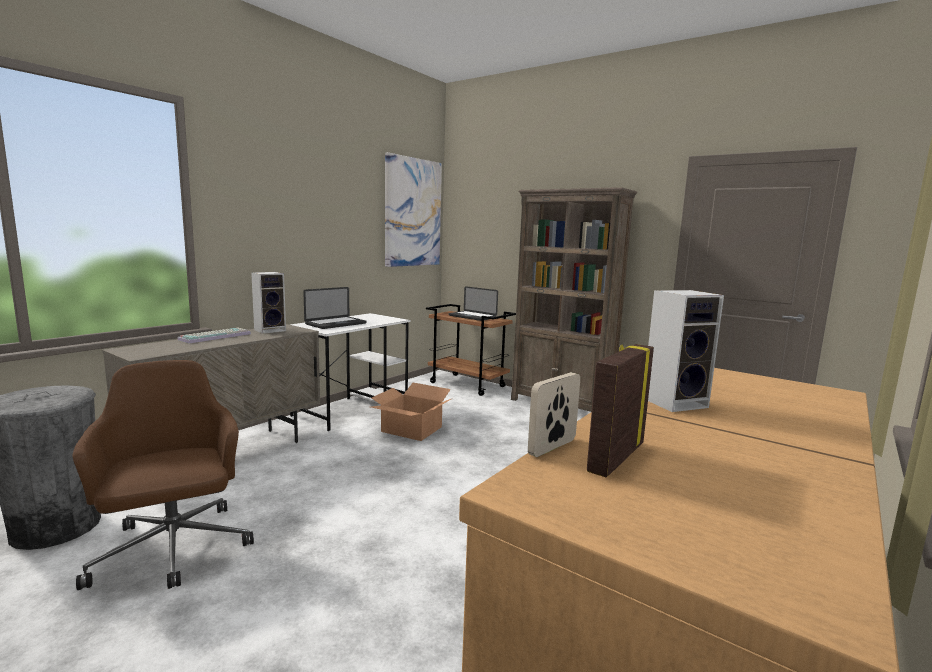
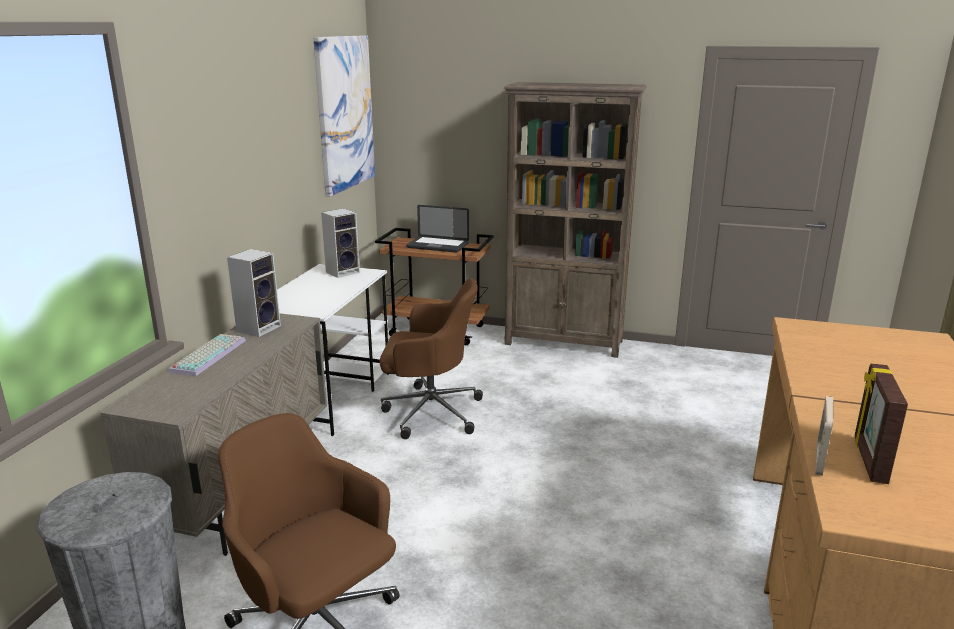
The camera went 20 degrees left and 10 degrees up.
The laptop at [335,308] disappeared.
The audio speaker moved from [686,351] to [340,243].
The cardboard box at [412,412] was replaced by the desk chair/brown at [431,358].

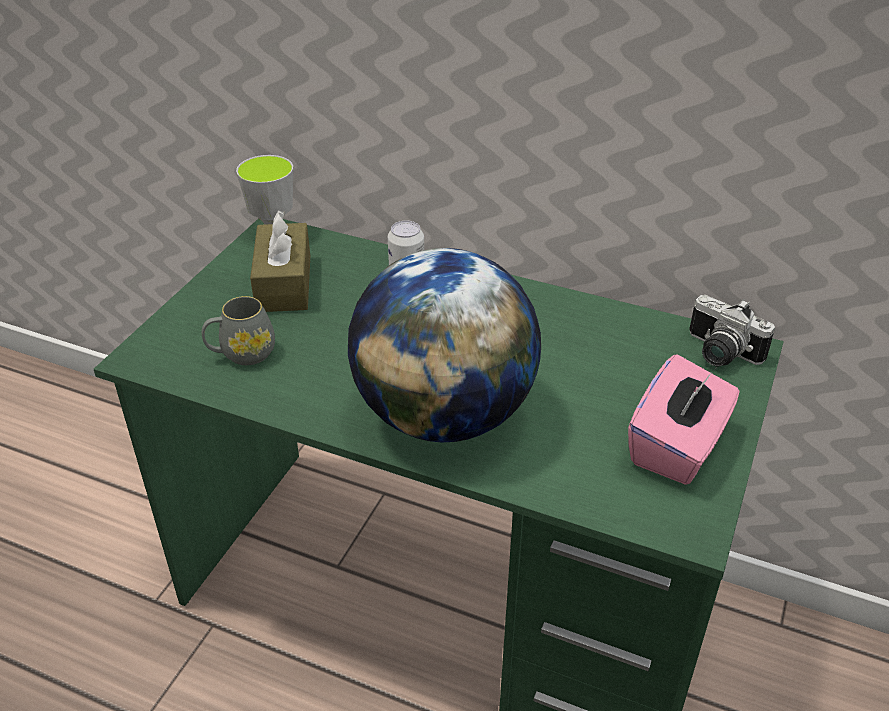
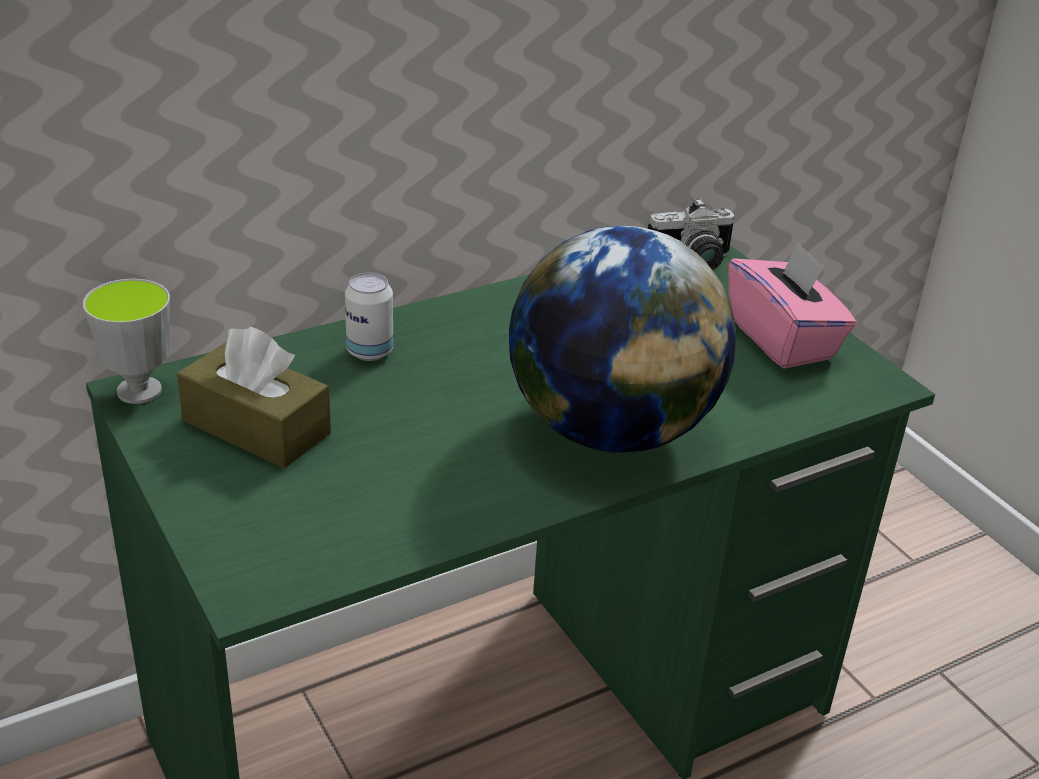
The camera went 55 degrees left and 5 degrees down.
The coffee mug/greyish at [238,330] disappeared.

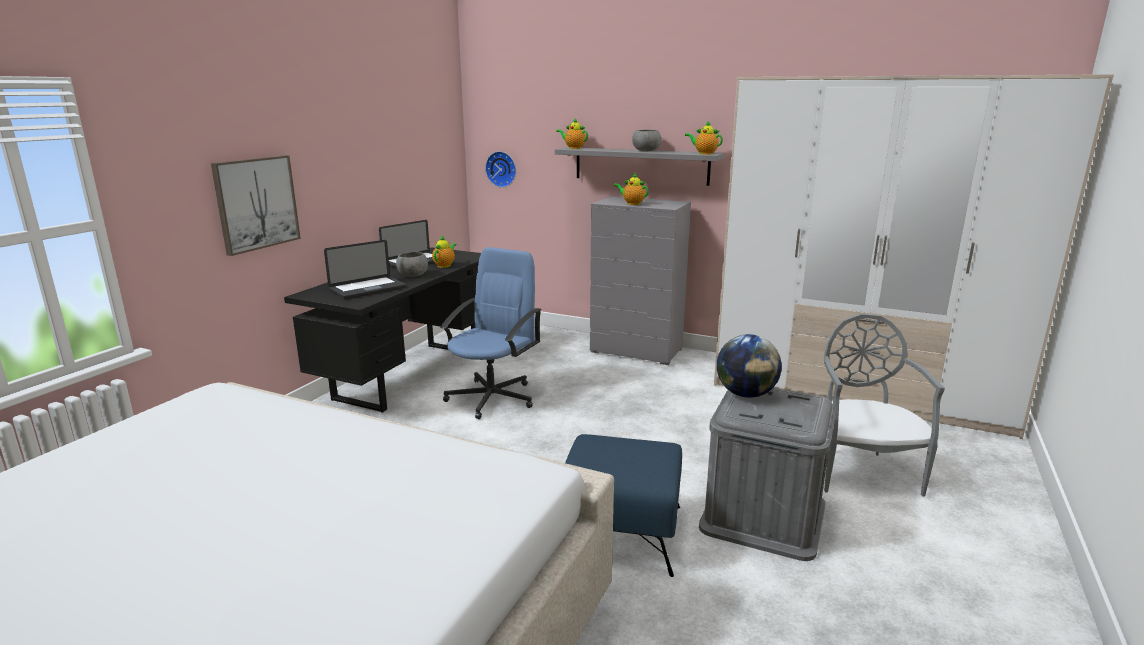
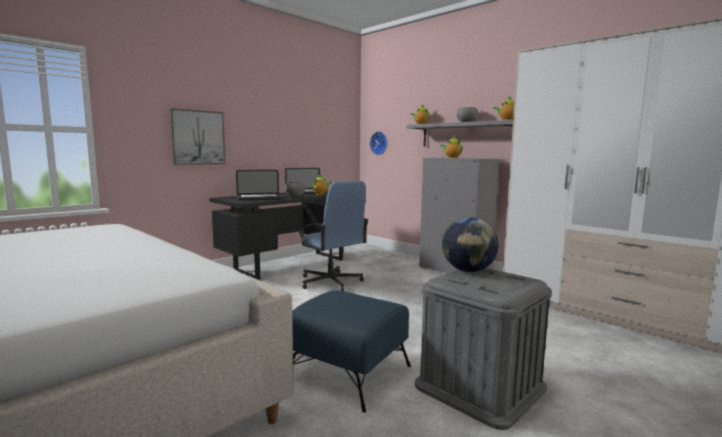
The camera went 20 degrees right and 10 degrees down.
The upright chair/greyish at [884,405] disappeared.
The desk chair/blue at [491,333] turned 90 degrees clockwise.

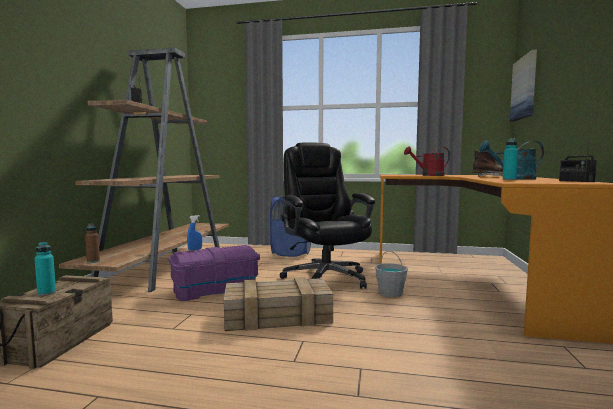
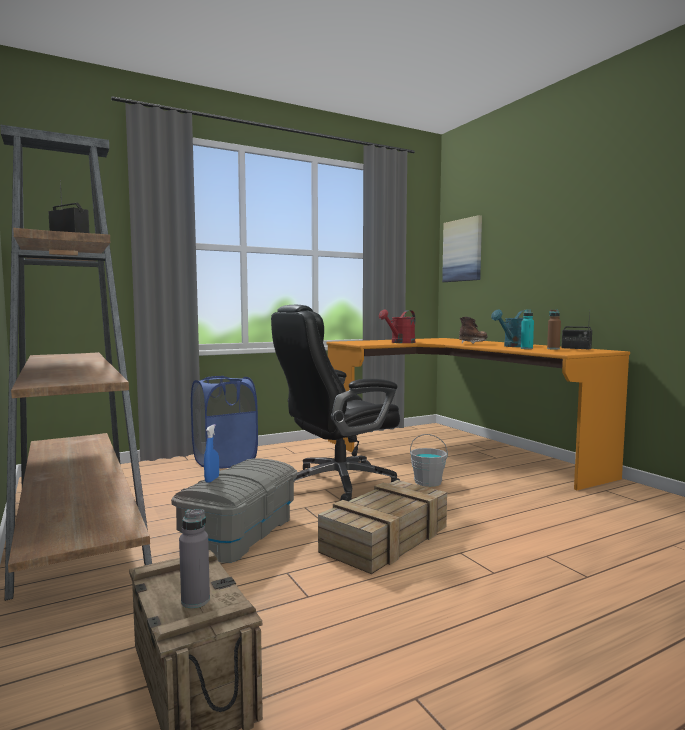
The camera went 40 degrees left and 0 degrees up.
The beverage bottle/brown moved from [92,243] to [554,329].
The beverage bottle/turquoise-coloured at [45,269] became the beverage bottle/greyish at [194,558].
The storage bin/purplish at [214,273] became the storage bin/greyish at [234,510].
The desk chair/black at [327,215] turned 60 degrees counterclockwise.

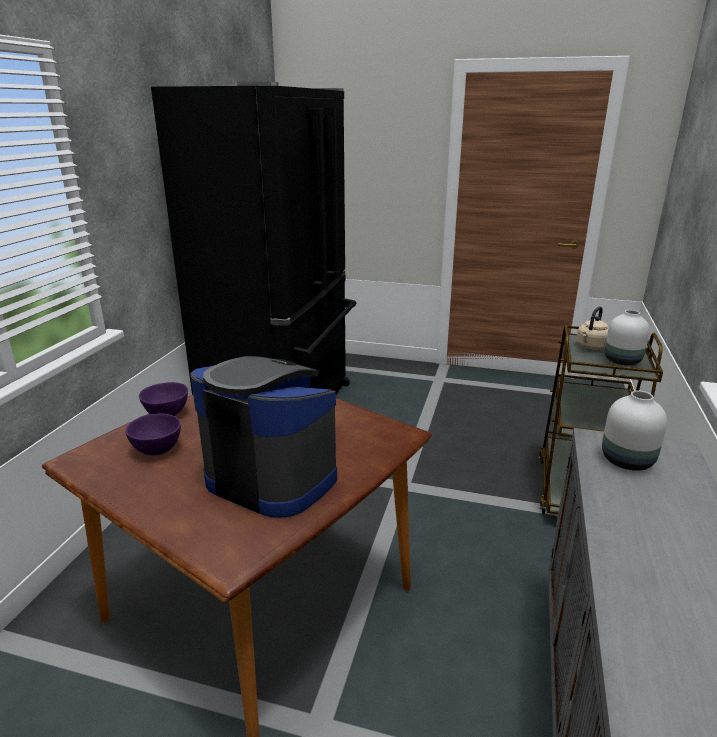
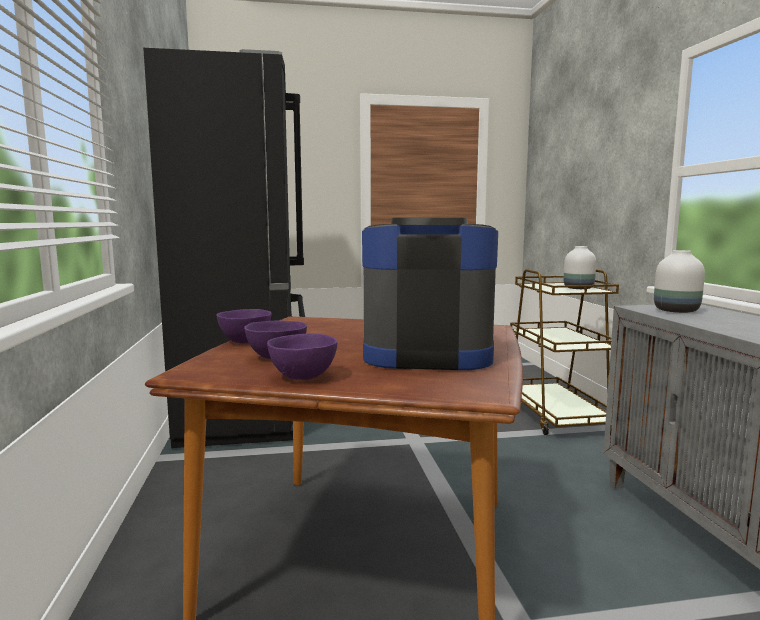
The camera went 25 degrees left and 15 degrees down.
The tea kettle/sand-coloured at [592,328] disappeared.
The bowl/purplish at [302,357] appeared.

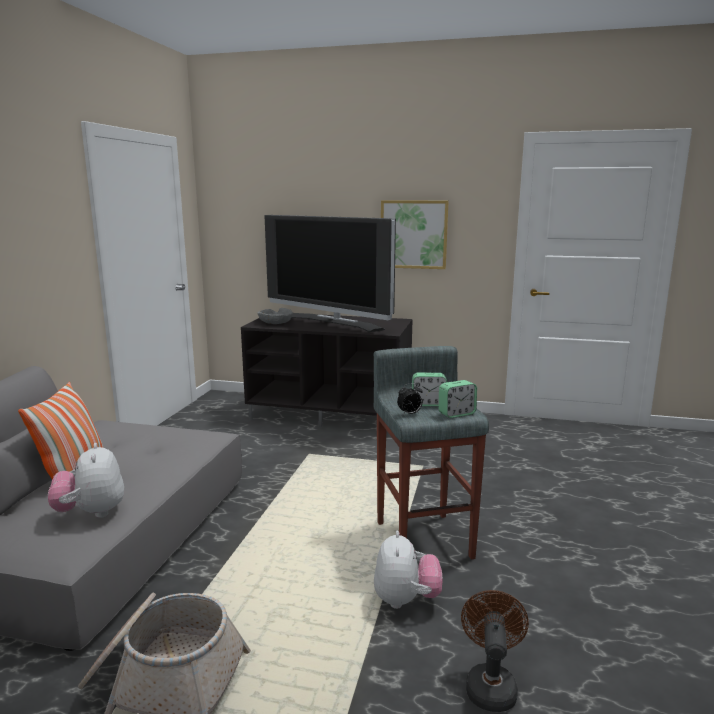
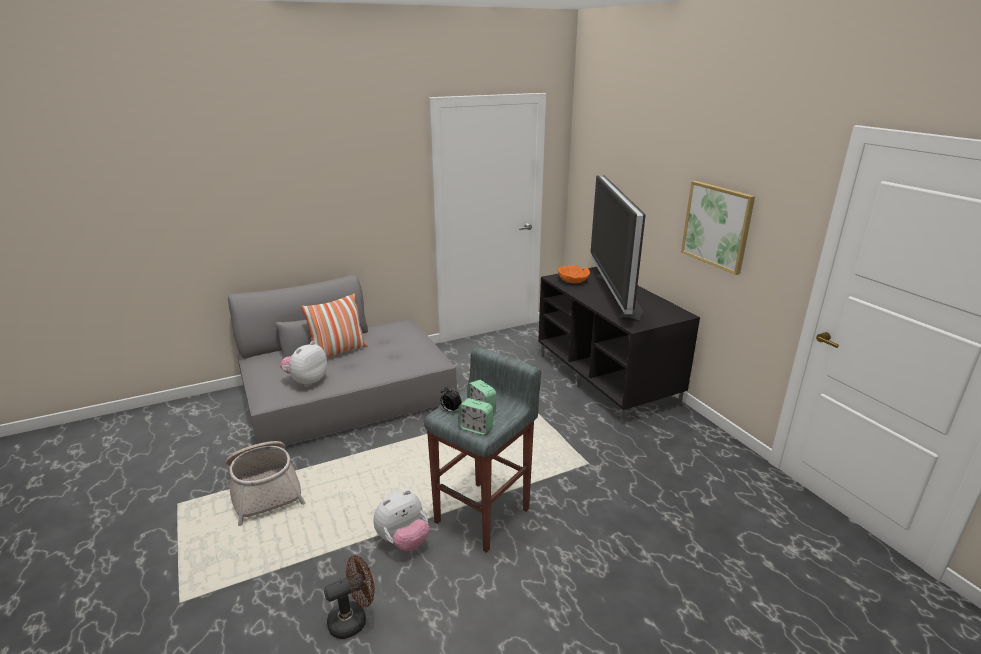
The camera went 50 degrees right and 10 degrees up.
The bowl/greyish at [275,316] became the bowl/orange-coloured at [574,274].

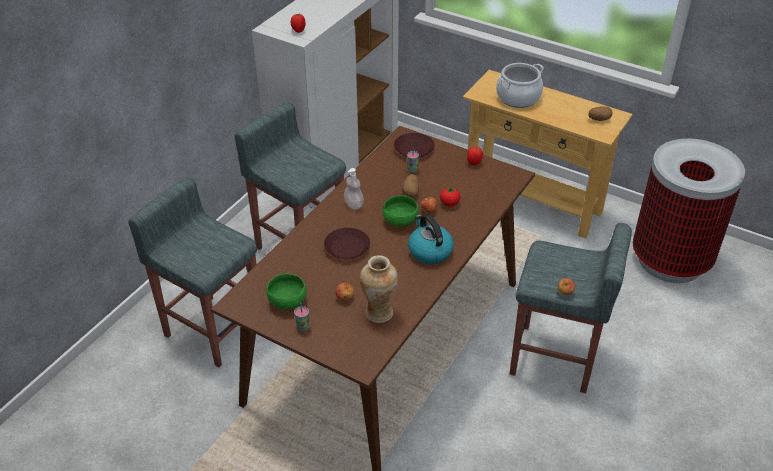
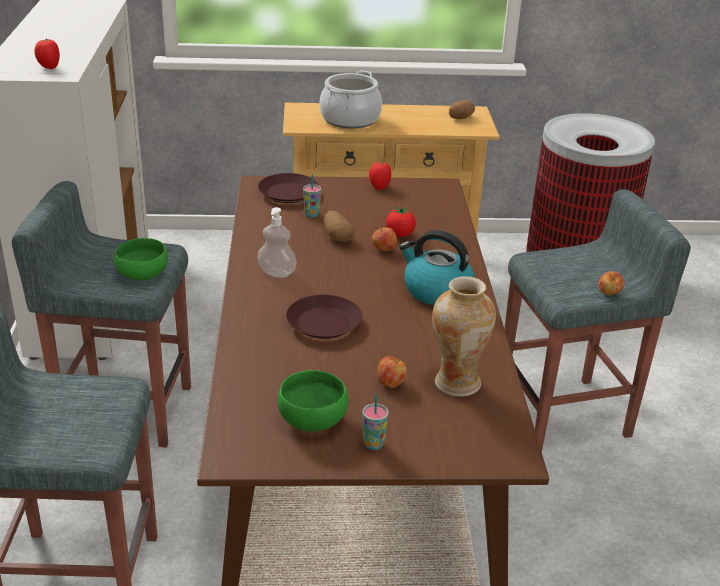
The camera went 35 degrees left and 10 degrees down.
The bowl/green-coloured moved from [400,211] to [141,259].

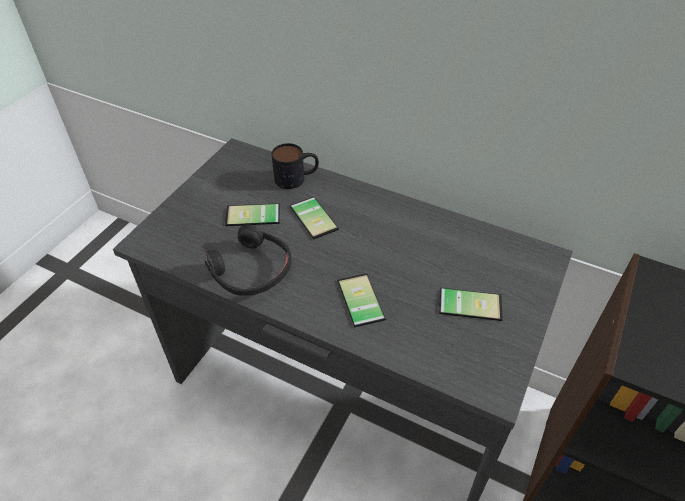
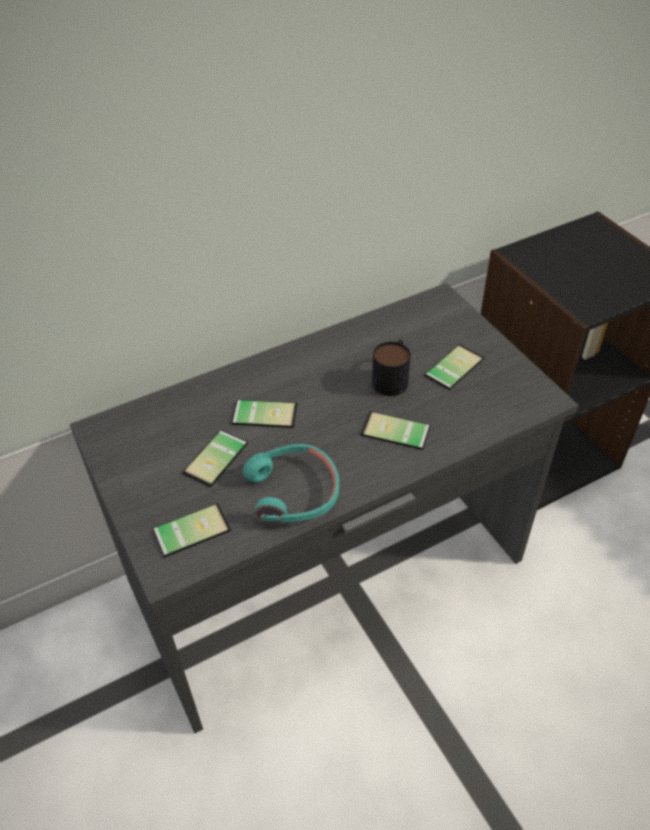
The camera went 55 degrees left and 0 degrees up.
The telephone at [191,530] appeared.
The coffee mug moved from [295,166] to [391,367].
The headset/black at [248,260] became the headset/turquoise-coloured at [291,484].

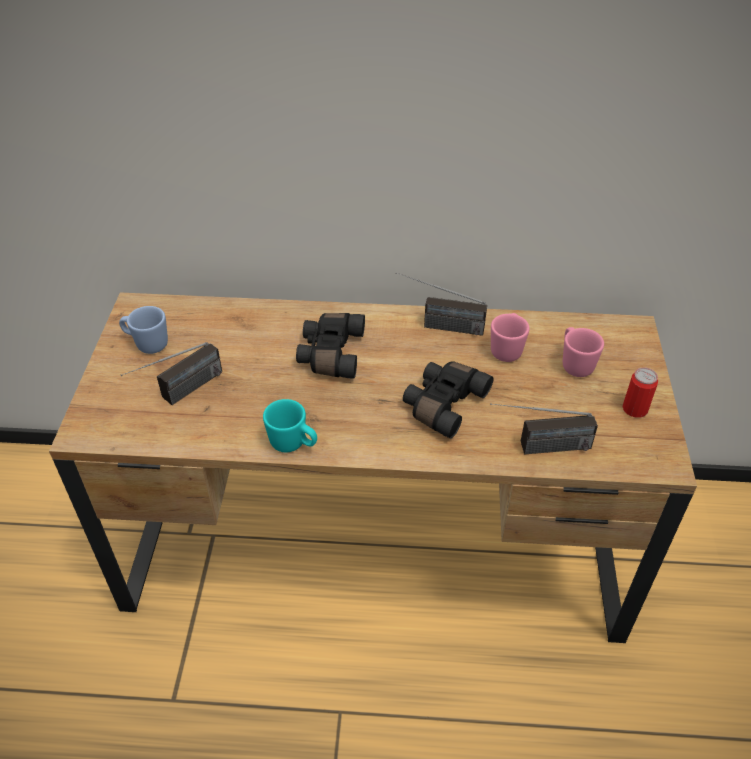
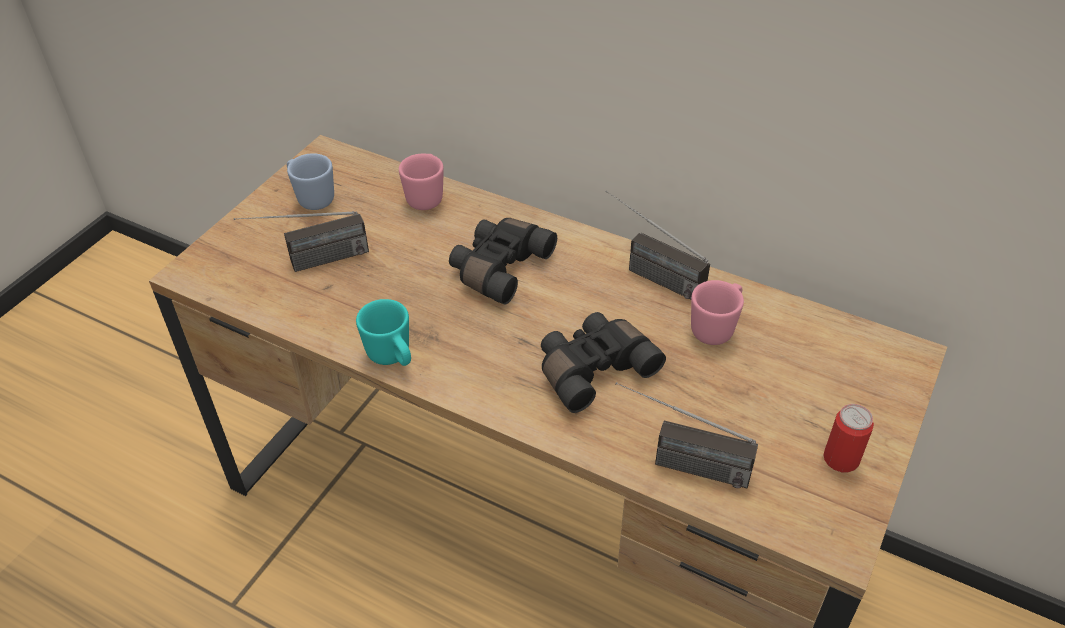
The camera went 25 degrees right and 0 degrees up.
The coffee mug/pinkish moved from [583,352] to [421,182].

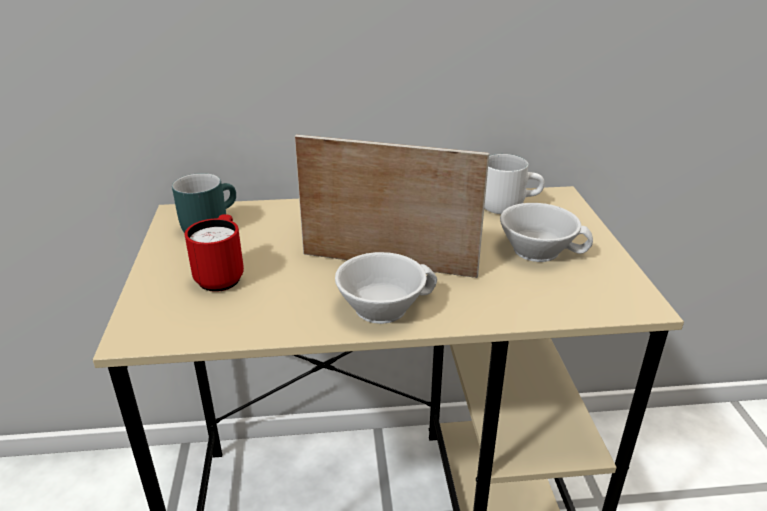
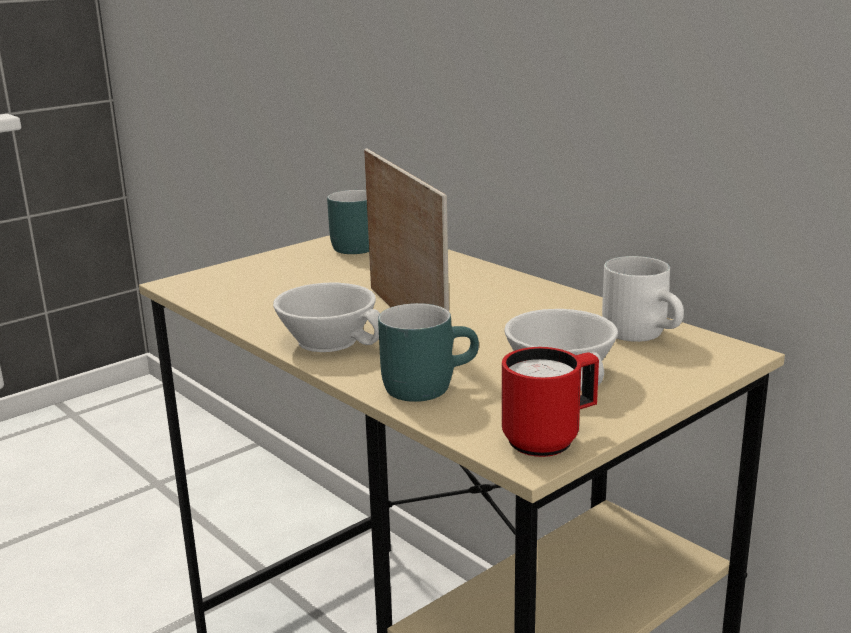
The camera went 55 degrees right and 10 degrees down.
The coffee mug/turquoise-coloured at [428,352] appeared.
The coffee mug/reddish moved from [214,253] to [550,402].

